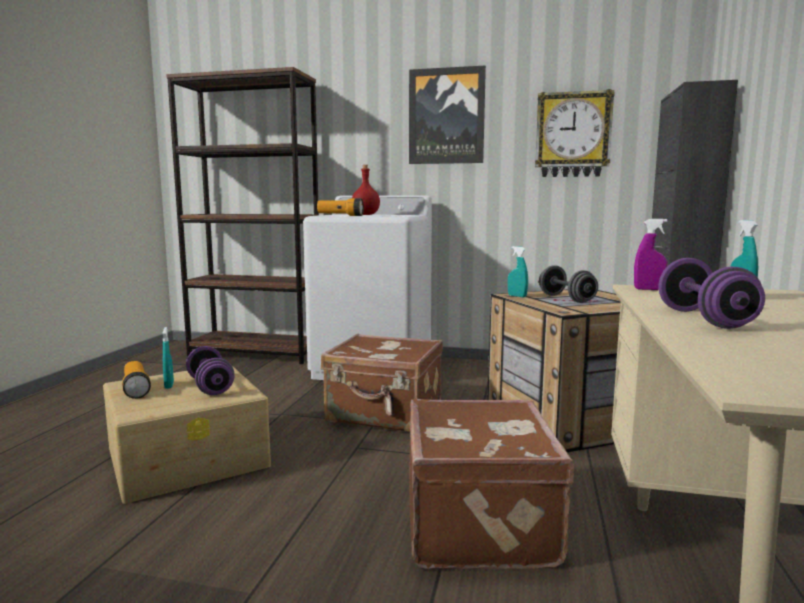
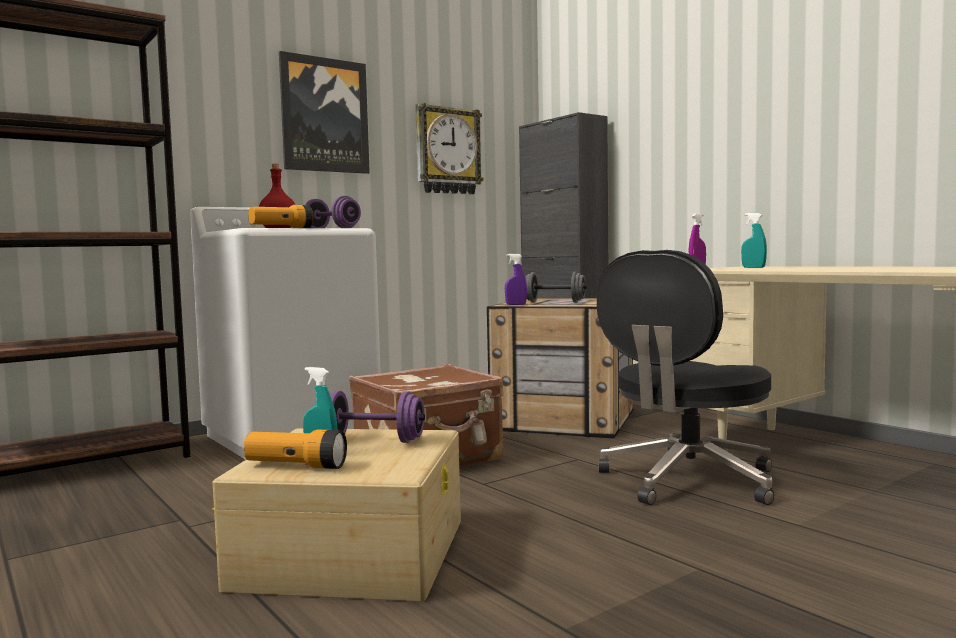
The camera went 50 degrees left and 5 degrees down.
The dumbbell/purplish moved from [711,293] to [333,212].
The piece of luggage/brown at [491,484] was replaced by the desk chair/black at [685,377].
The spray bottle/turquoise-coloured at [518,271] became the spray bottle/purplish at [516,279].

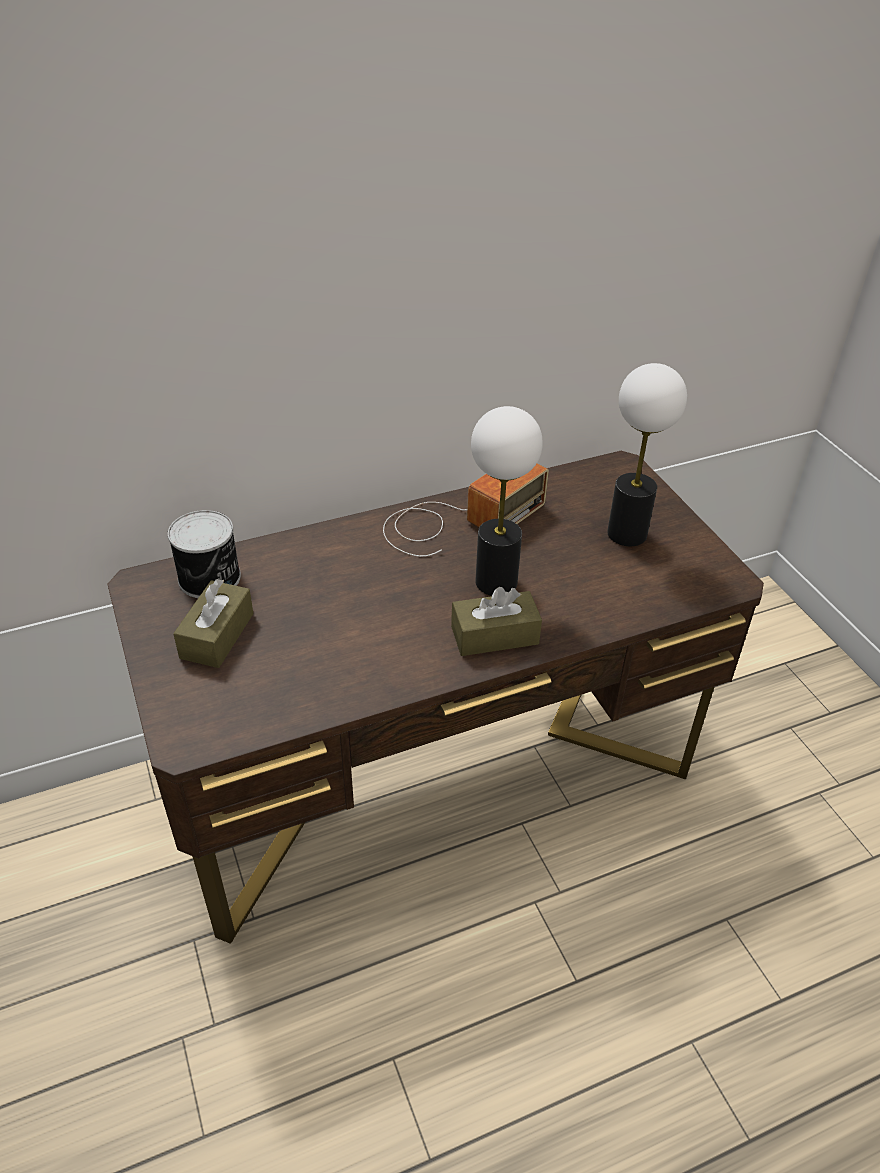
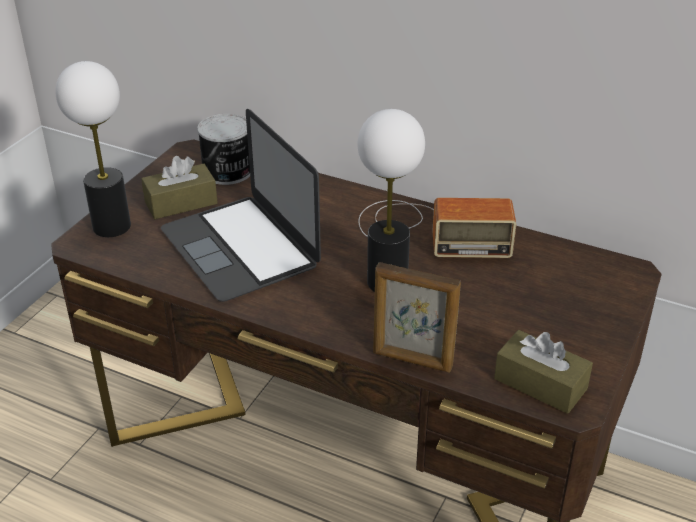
The camera went 50 degrees right and 5 degrees down.
The laptop at [241,205] appeared.
The picture frame at [417,317] appeared.
The tissue holder/brown moved from [496,621] to [543,372].
The table lamp moved from [647,454] to [93,149].

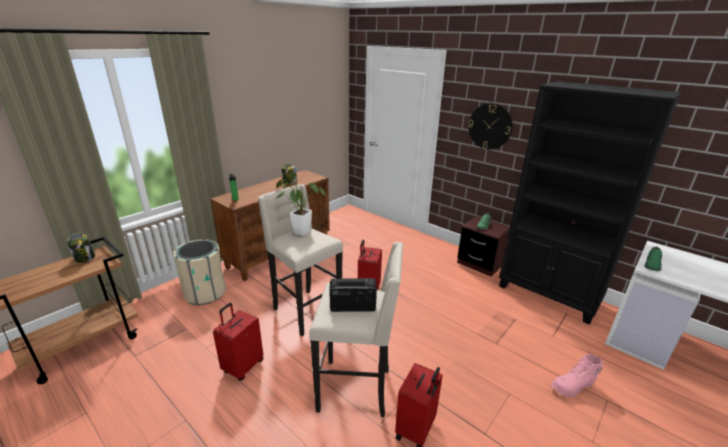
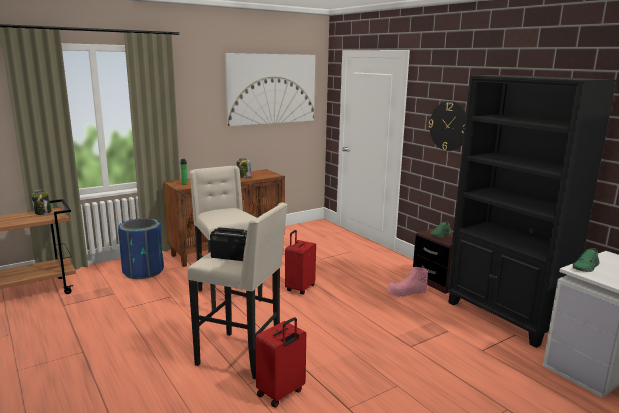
The camera went 15 degrees right and 10 degrees down.
The piece of luggage/reddish at [238,342] disappeared.
The houseplant at [301,203] disappeared.
The wall picture at [270,89] appeared.
The tall boot/pinkish moved from [577,376] to [407,282].
The waste bin/sand-coloured at [200,272] became the waste bin/blue at [141,248].

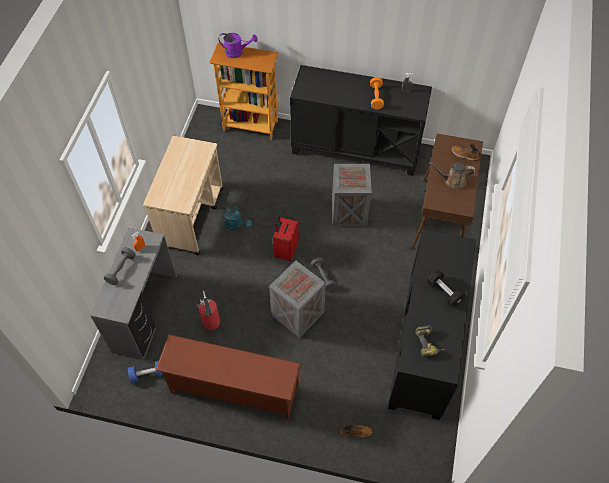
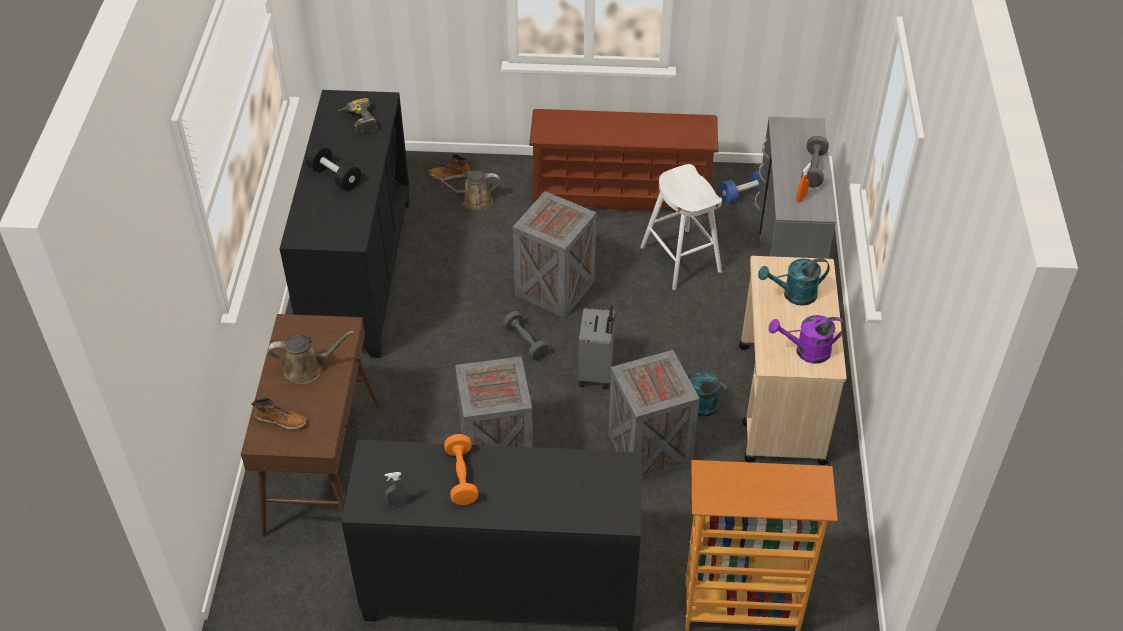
The camera went 170 degrees right and 10 degrees down.
The watering can/brown at [465,191] appeared.
The crate at [654,415] appeared.
The watering can/turquoise-coloured at [794,282] appeared.
The watering can/purplish moved from [238,45] to [807,339].
The fire extinguisher at [208,310] was replaced by the stool/white-coloured at [681,227].
The piece of luggage/reddish at [286,238] became the piece of luggage/greyish at [596,347].

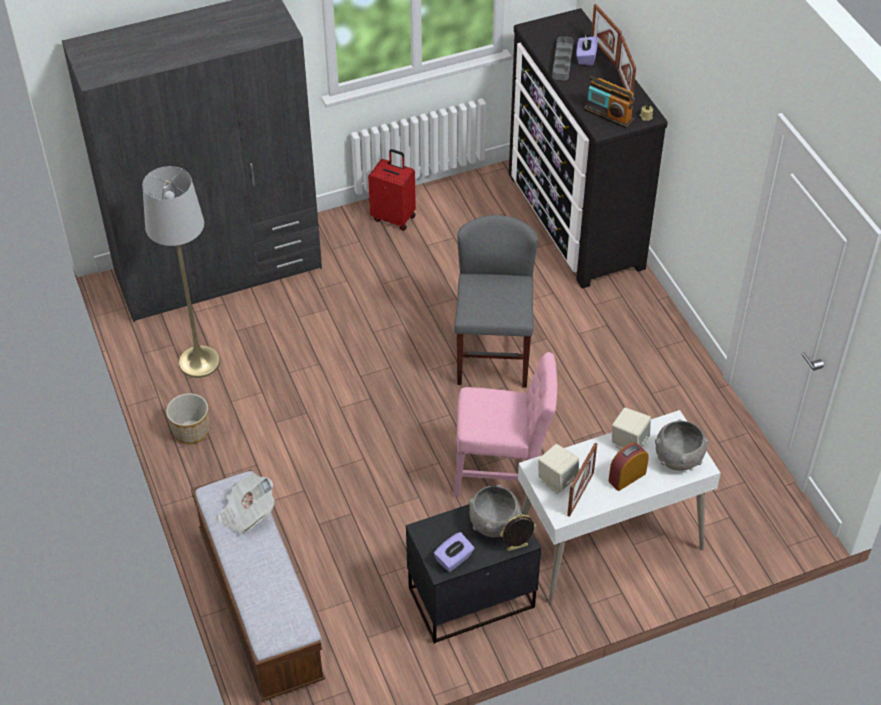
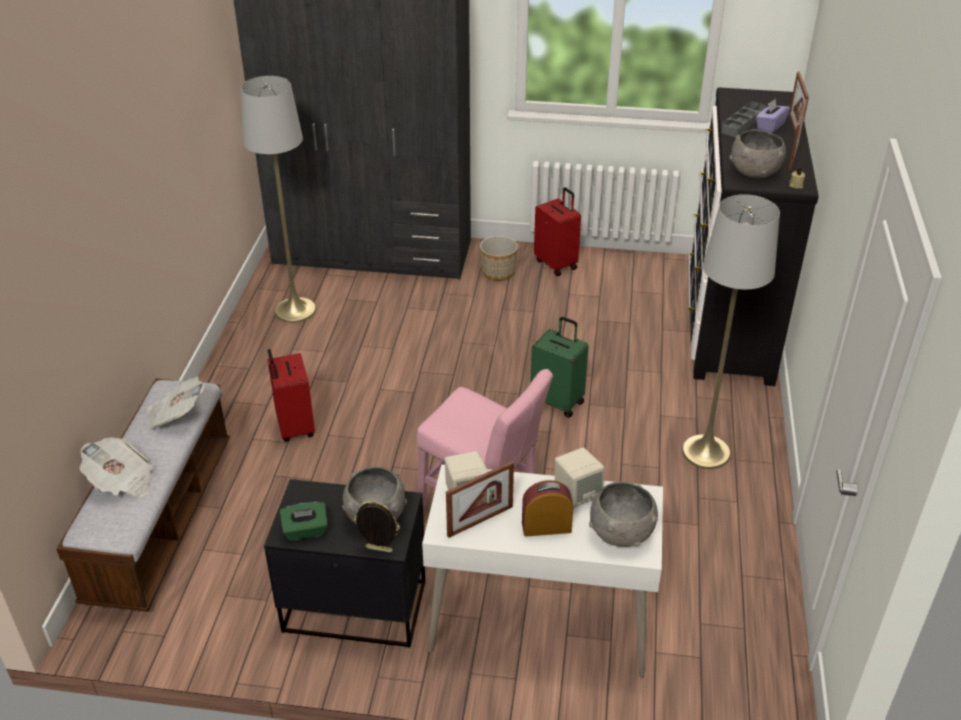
The camera went 30 degrees right and 10 degrees down.
The daily paper at [117,467] appeared.
The piece of luggage/reddish at [291,395] appeared.
The standard lamp/greyish at [731,331] appeared.
The plant pot moved from [188,418] to [499,258].
The upright chair/greyish at [496,301] was replaced by the piece of luggage/green-coloured at [559,367].
The radio set at [609,102] was replaced by the bowl/greyish at [758,154].
The tissue holder/purplish at [454,552] became the tissue holder/green-coloured at [304,521].

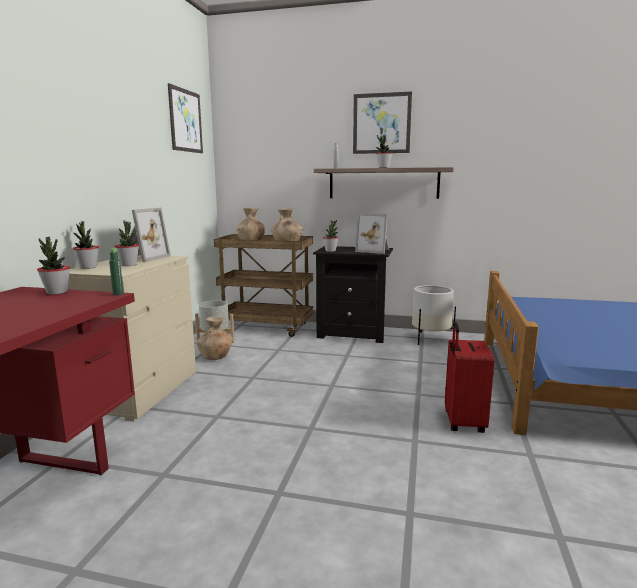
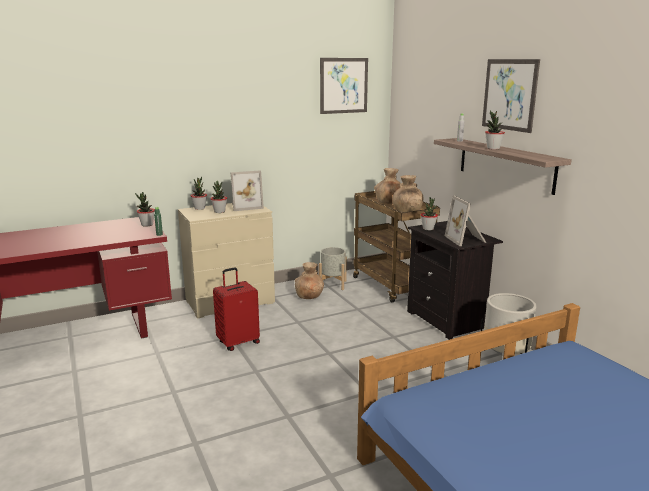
The camera went 50 degrees right and 5 degrees up.
The piece of luggage/reddish moved from [470,377] to [236,309].

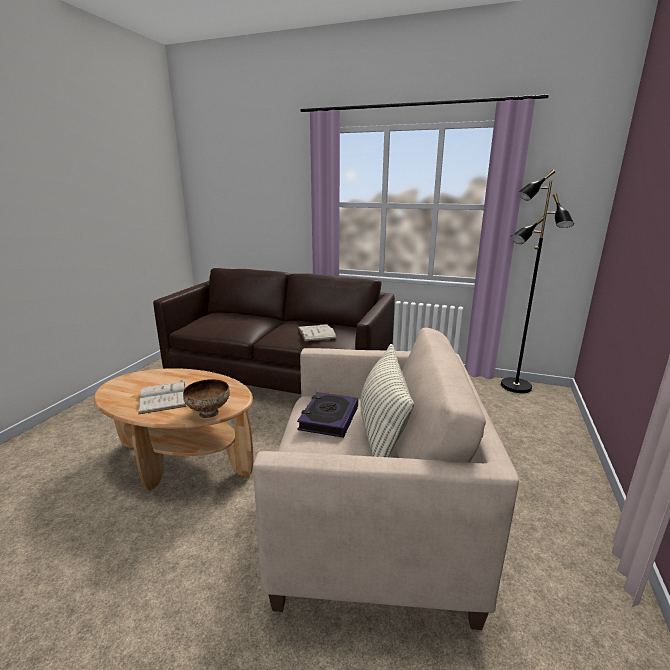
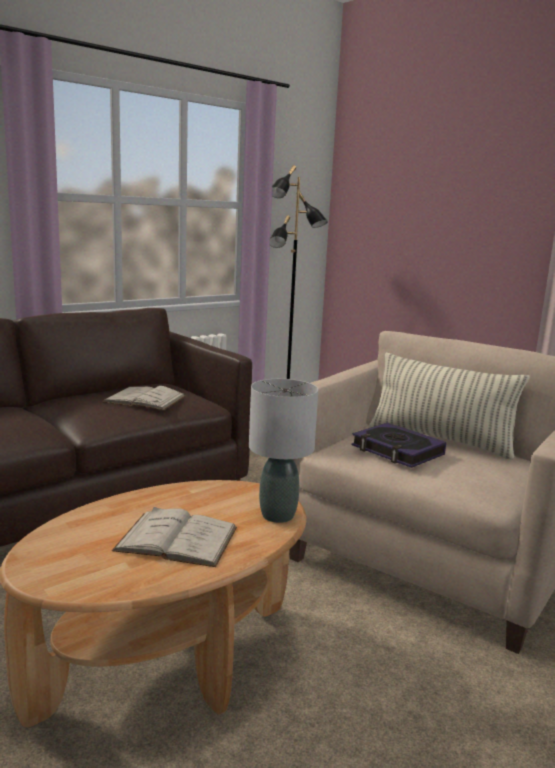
The camera went 60 degrees left and 5 degrees down.
The bowl at [206,398] was replaced by the table lamp/greyish at [283,451].

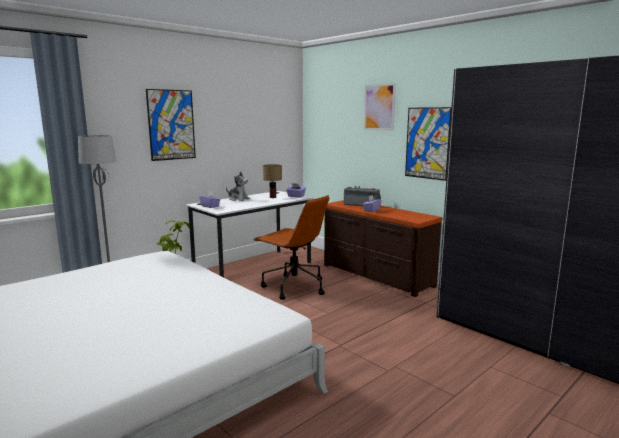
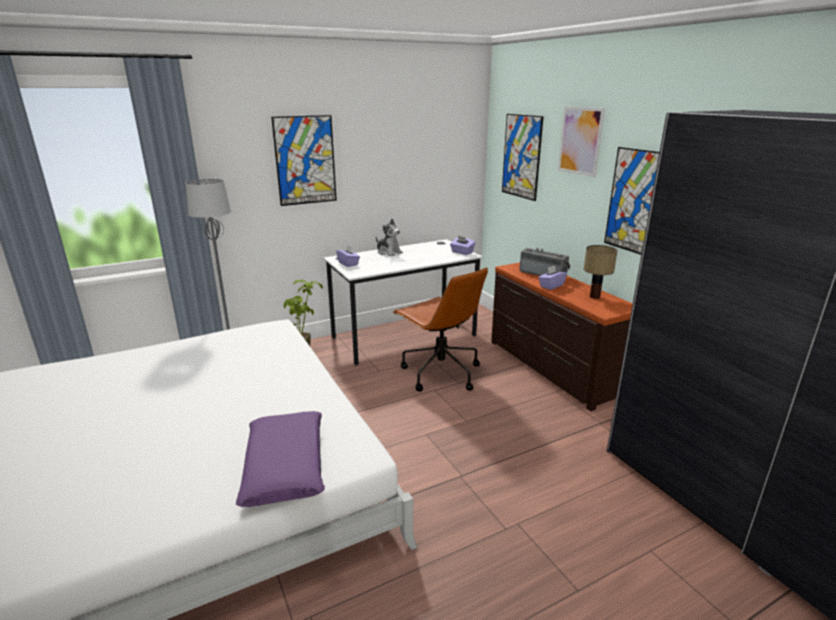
The camera went 15 degrees right and 10 degrees up.
The pillow/purplish at [280,459] appeared.
The wall picture at [523,157] appeared.
The table lamp moved from [272,181] to [601,272].

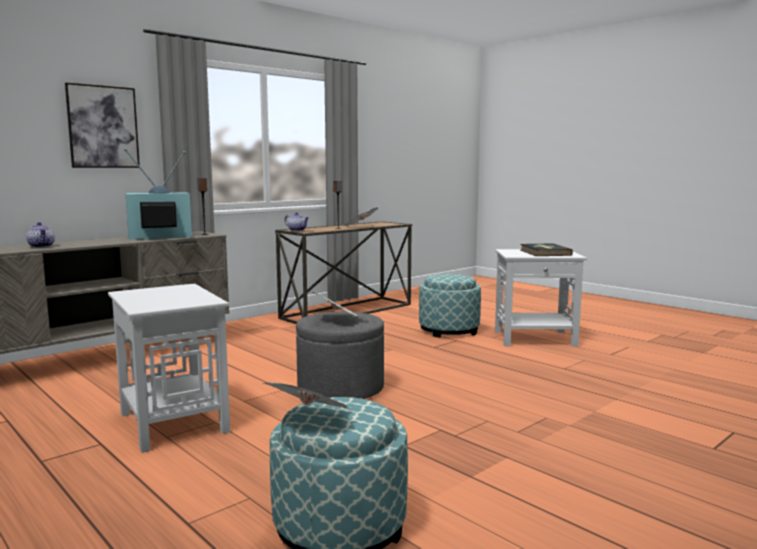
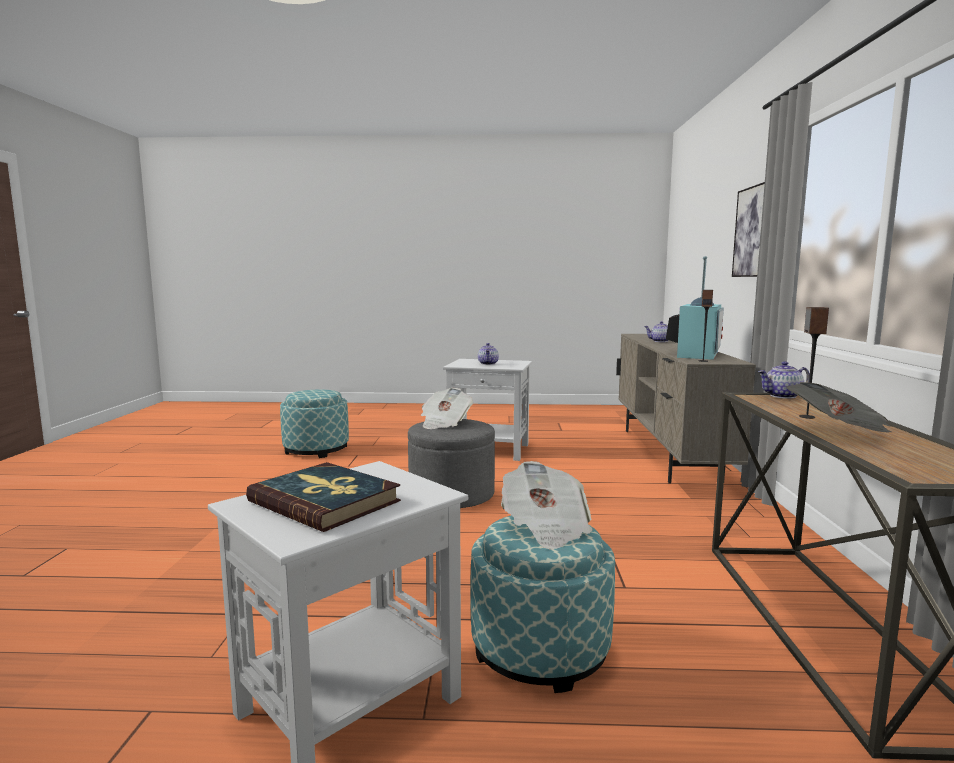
The camera went 135 degrees right and 0 degrees up.
The pot for tea at [488,354] appeared.
The daily paper moved from [307,395] to [547,505].

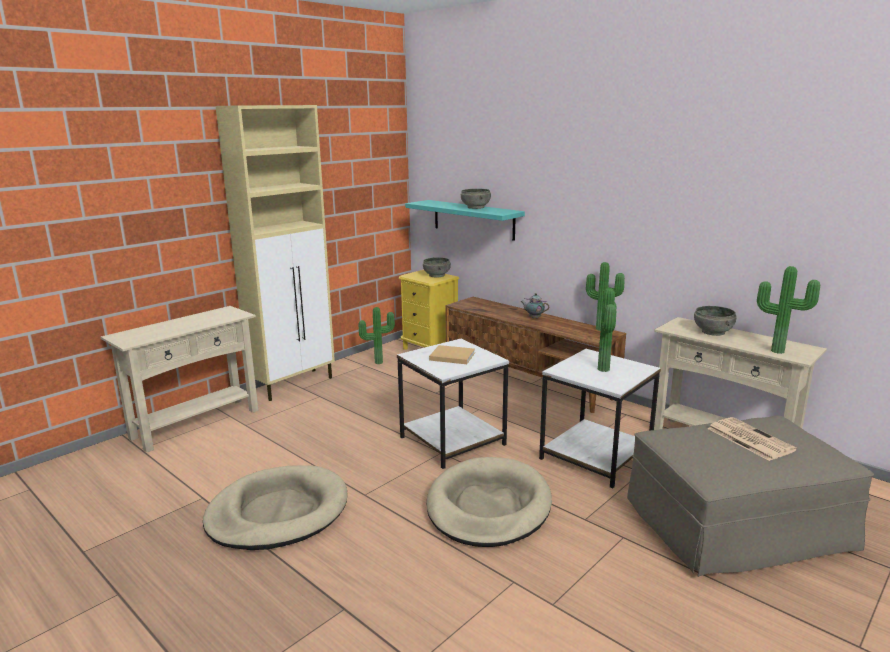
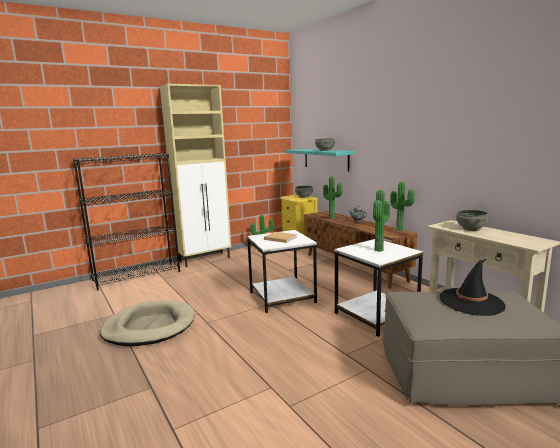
The camera went 15 degrees right and 5 degrees down.
The dog bed/sand-coloured at [489,502] disappeared.
The houseplant moved from [788,310] to [333,197].
The console table/sand-coloured at [179,379] was replaced by the bookcase/black at [126,222].
The daily paper at [752,439] was replaced by the clothing hat/black at [473,287].

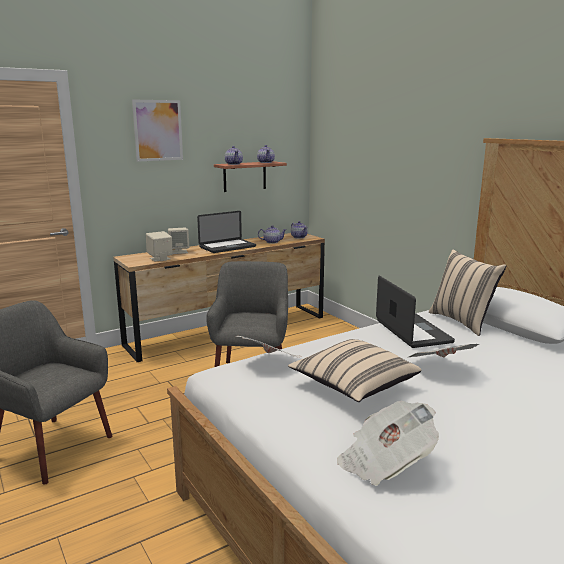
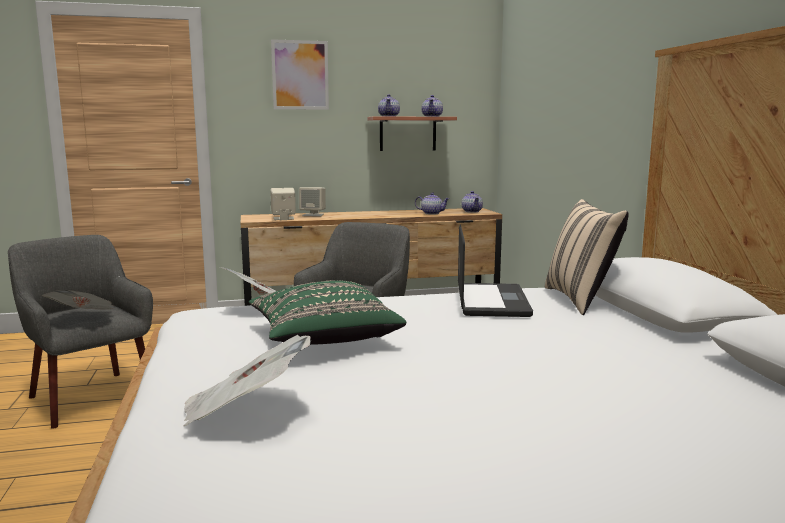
The camera went 20 degrees right and 5 degrees down.
The laptop at [226,232] disappeared.
The daily paper moved from [444,350] to [78,300].
The pillow/sand-coloured at [355,370] became the pillow/green-coloured at [327,312].

